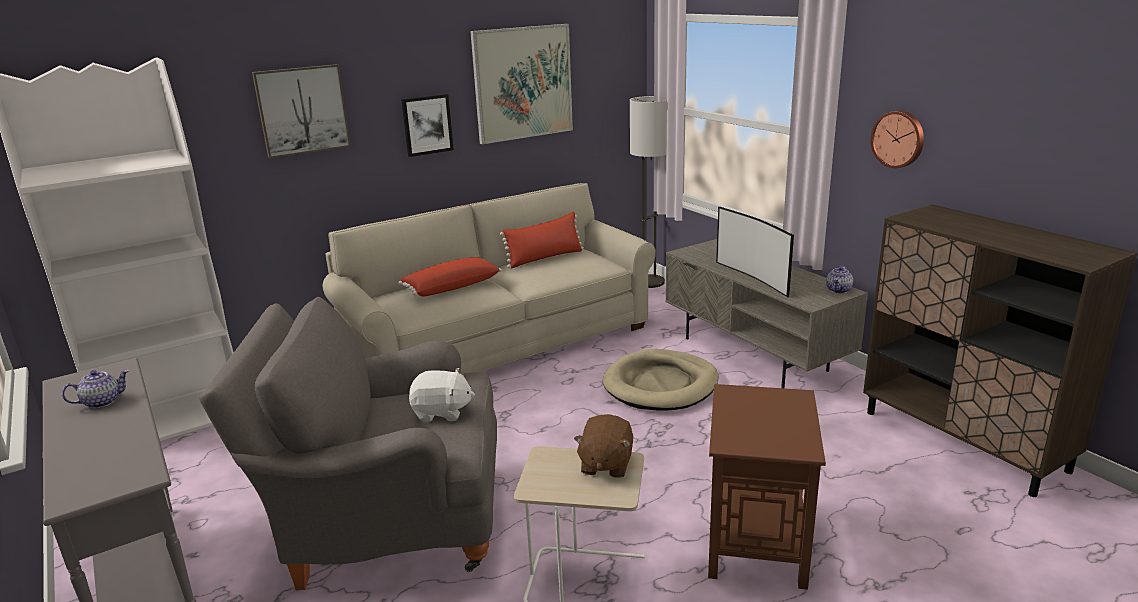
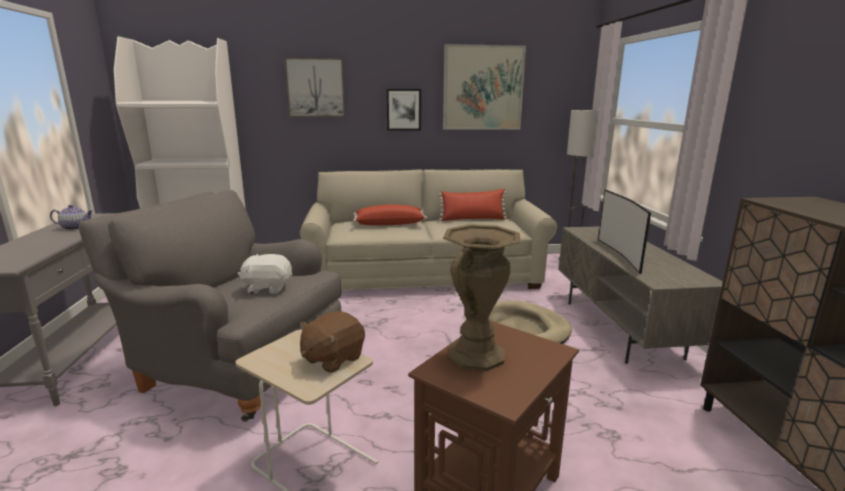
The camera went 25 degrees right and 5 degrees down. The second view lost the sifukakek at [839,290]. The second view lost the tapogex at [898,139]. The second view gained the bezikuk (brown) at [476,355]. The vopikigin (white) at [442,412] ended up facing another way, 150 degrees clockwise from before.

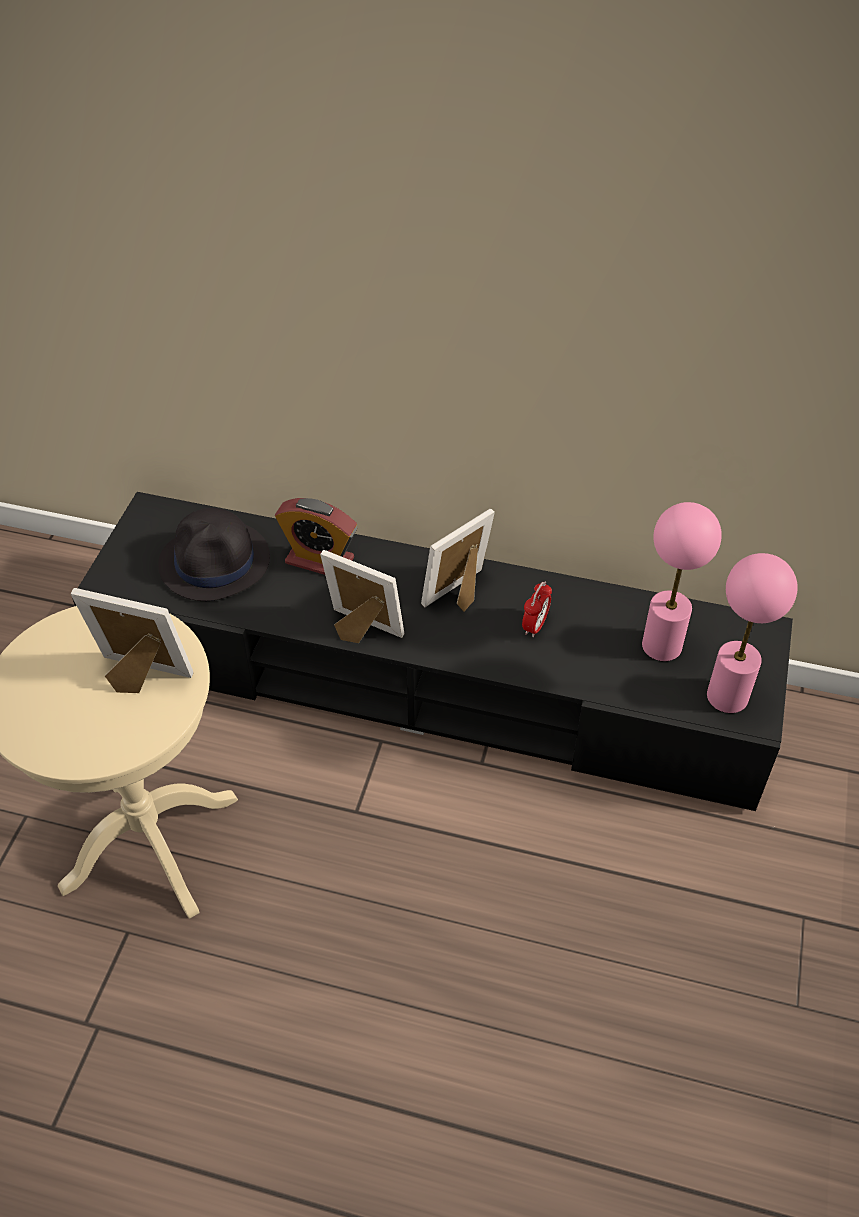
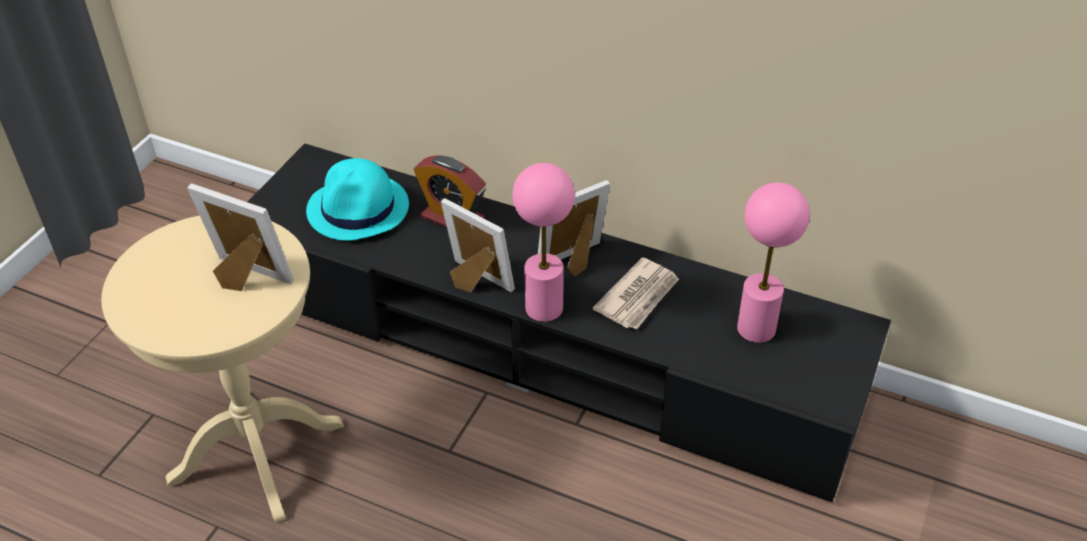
The camera went 10 degrees right and 5 degrees down. The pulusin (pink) ended up elsewhere, having gone from [727,696] to [544,308]. Where the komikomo stood at [535,626], the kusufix came to stand at [638,297]. What was the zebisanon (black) at [215,562] turned into the zebisanon (turquoise) at [358,209].

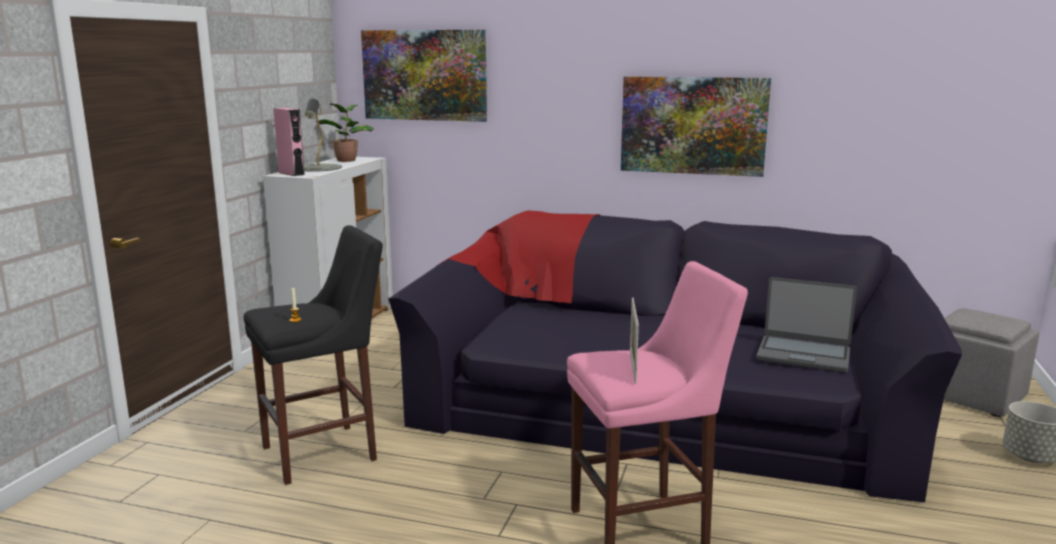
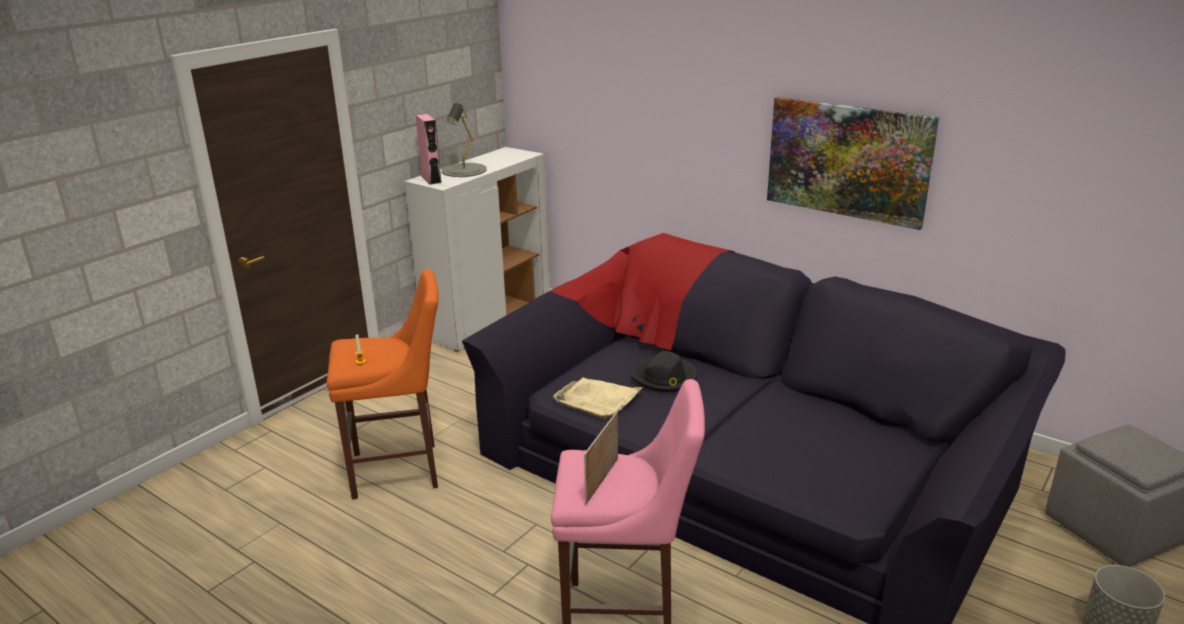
The camera went 20 degrees right and 10 degrees up. The second view lost the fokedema at [347,160]. The second view lost the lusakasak at [424,75]. The second view lost the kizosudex at [803,355]. The second view gained the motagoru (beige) at [597,399]. The second view gained the zebisanon (black) at [664,377]. What was the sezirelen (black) at [325,452] turned into the sezirelen (orange) at [401,470].

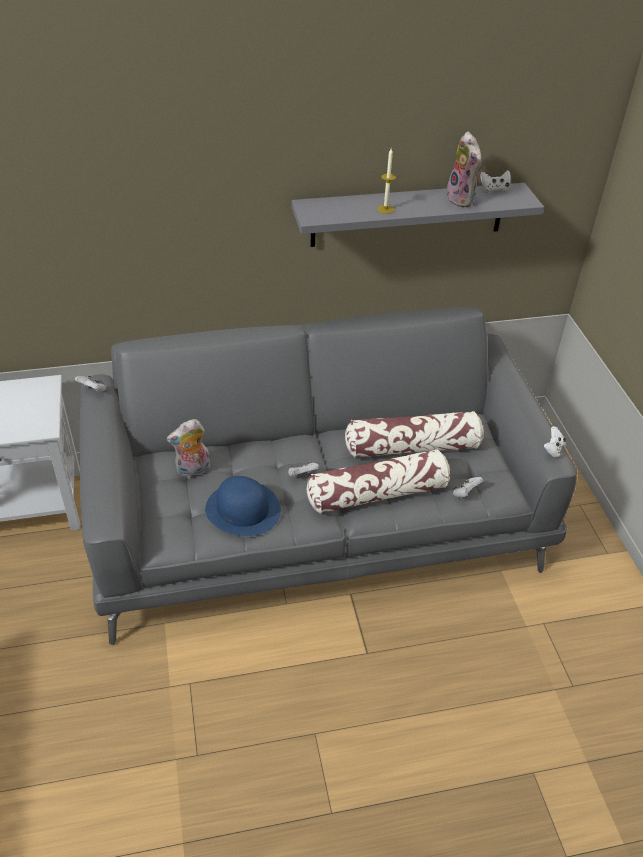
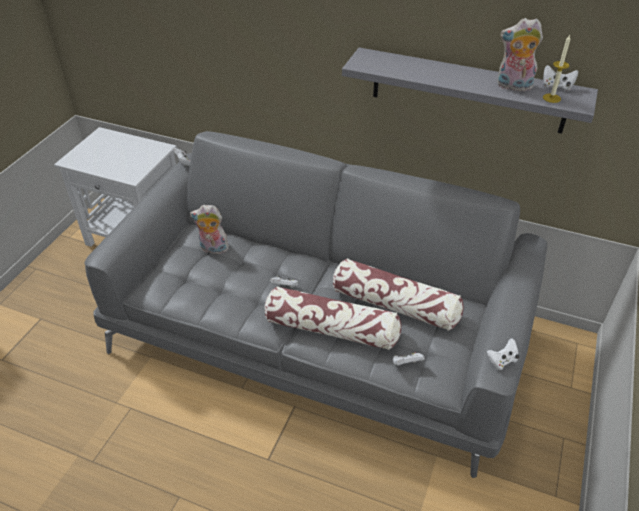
The camera went 35 degrees right and 0 degrees up. The second view lost the zebisanon (blue) at [243,509]. The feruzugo ended up elsewhere, having gone from [385,209] to [551,98]. The vopikigin at [462,200] ended up facing another way, 90 degrees clockwise from before.

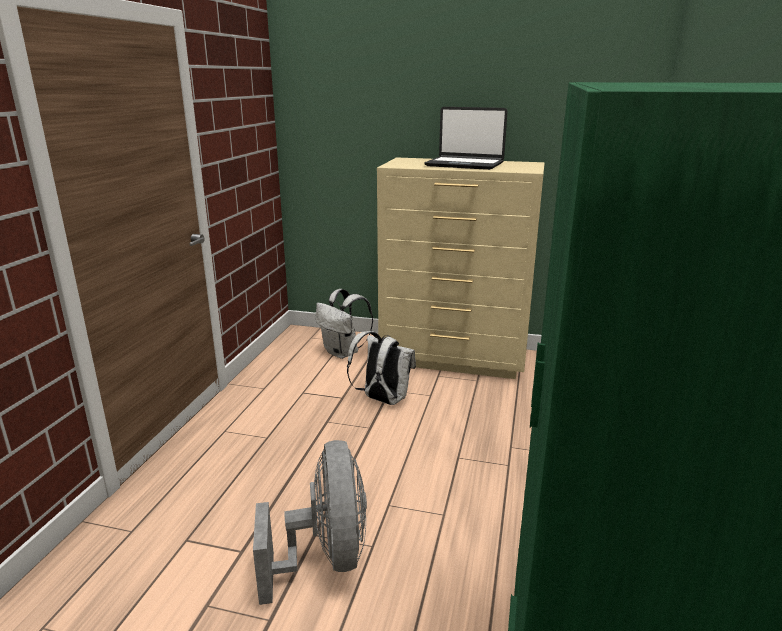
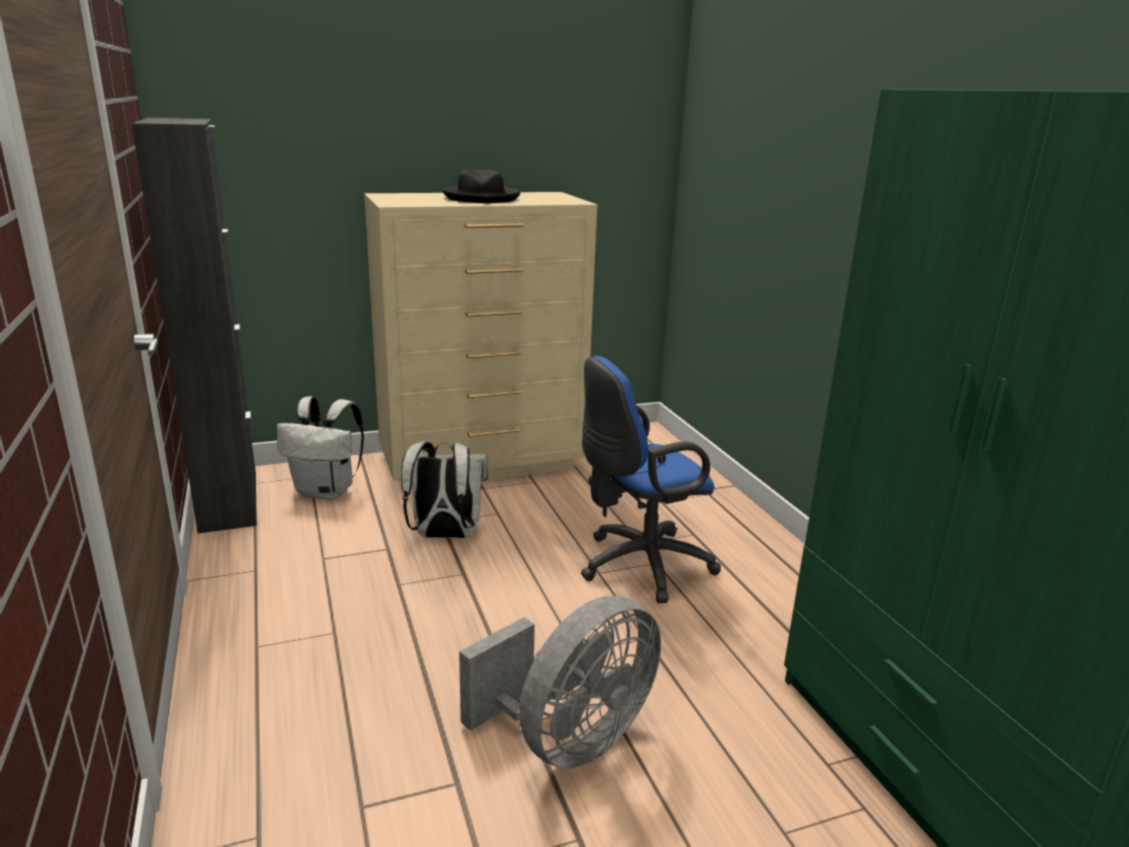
The camera went 35 degrees left and 0 degrees up. The second view gained the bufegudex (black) at [229,502]. The second view gained the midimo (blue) at [638,566]. Where the kizosudex stood at [464,164], the zebisanon (black) came to stand at [482,198]. The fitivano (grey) at [325,558] ended up facing another way, 90 degrees clockwise from before.

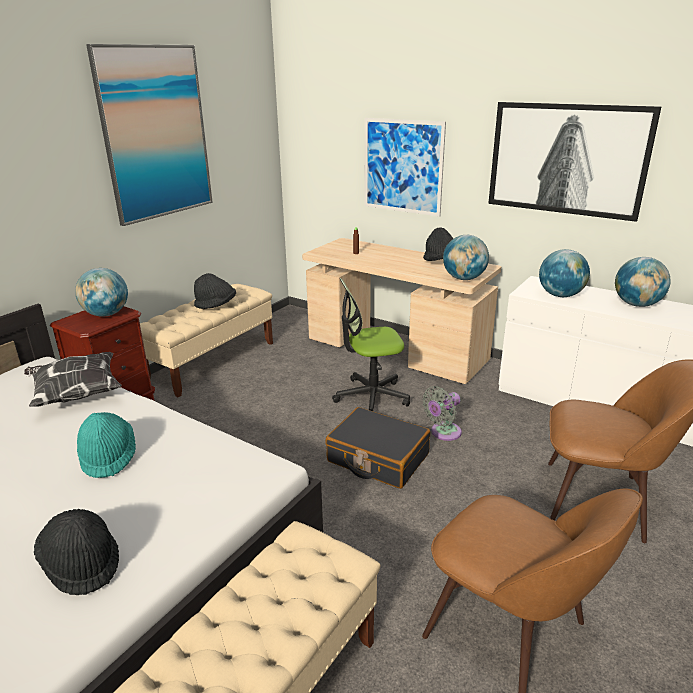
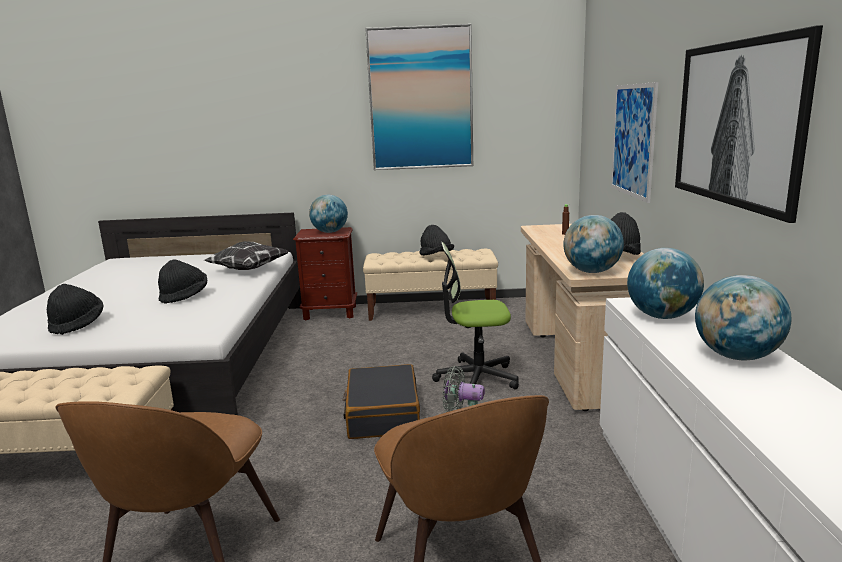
The camera went 55 degrees right and 10 degrees down. What was the zebisanon (turquoise) at [108,457] turned into the zebisanon (black) at [184,296]. The midimo at [371,397] ended up facing another way, 45 degrees counterclockwise from before.

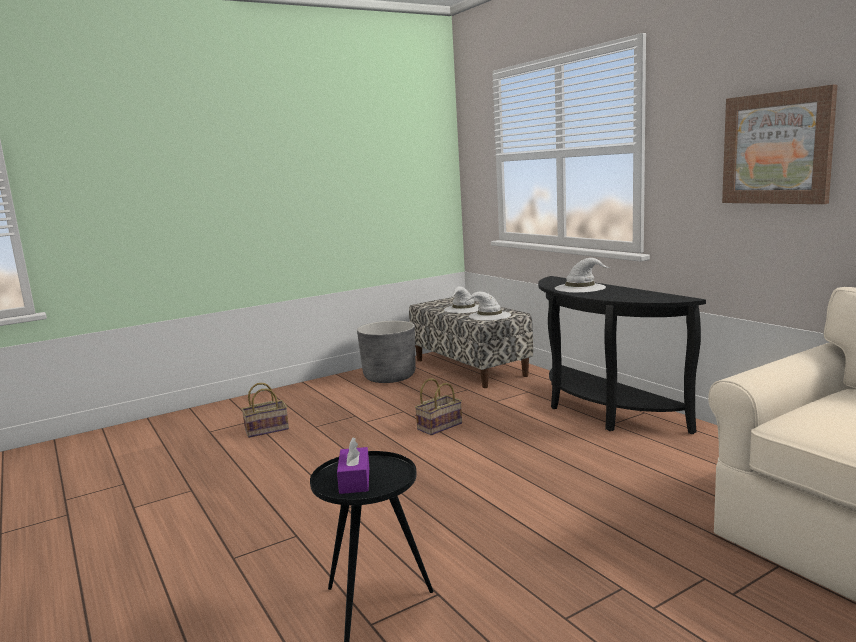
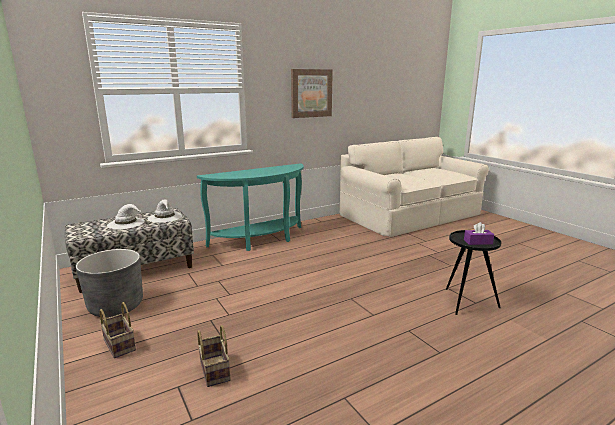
The camera went 90 degrees left and 5 degrees up. The second view lost the zebisanon (white) at [580,287]. The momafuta ended up elsewhere, having gone from [440,426] to [118,345]. What was the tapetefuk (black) at [600,411] turned into the tapetefuk (turquoise) at [261,240].

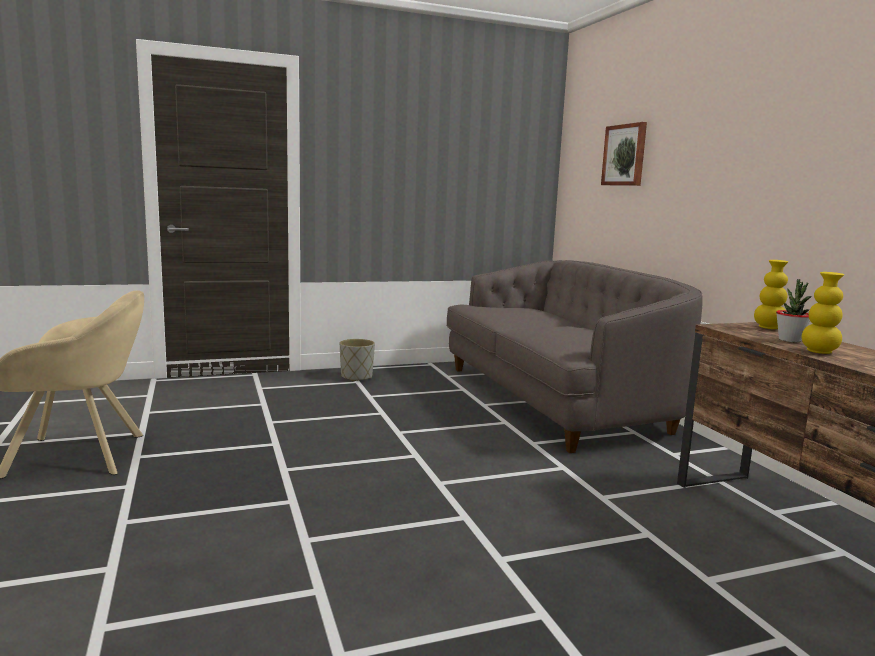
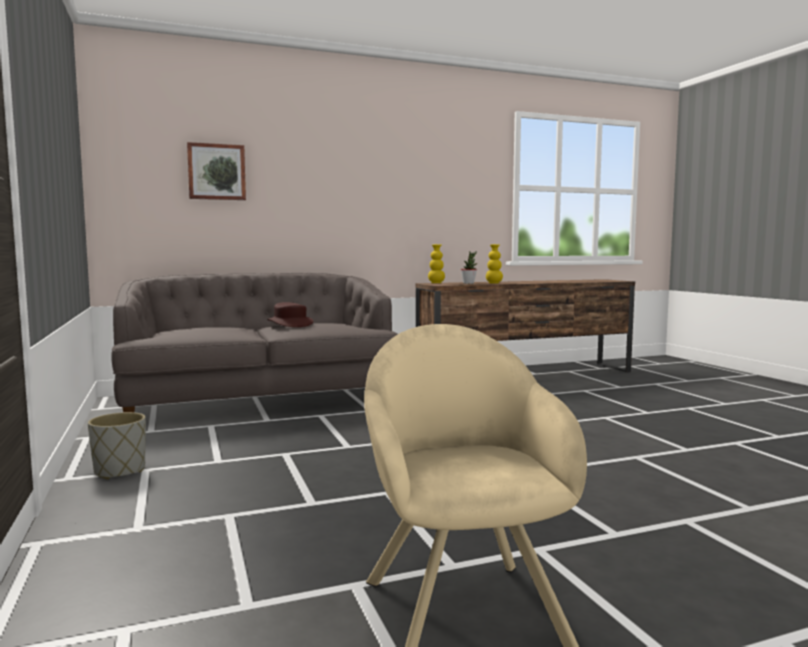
The camera went 90 degrees left and 5 degrees down. The second view gained the zebisanon (brown) at [290,324].

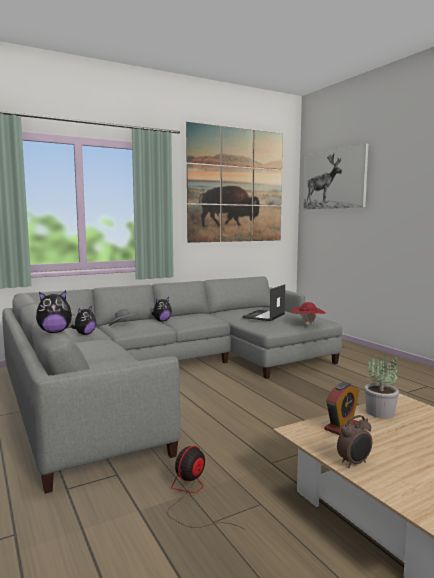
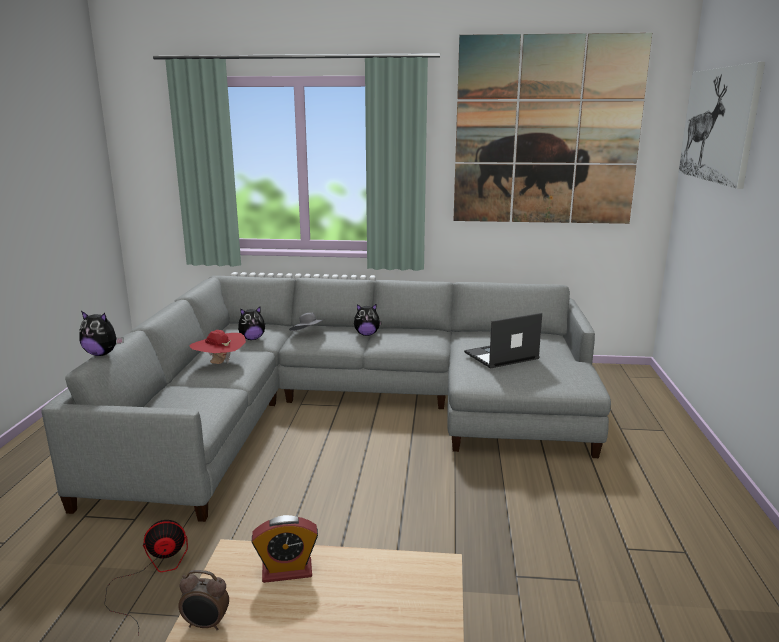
The camera went 35 degrees right and 10 degrees up. The second view lost the fokedema at [380,412]. The zebisanon (red) ended up elsewhere, having gone from [307,325] to [219,363].

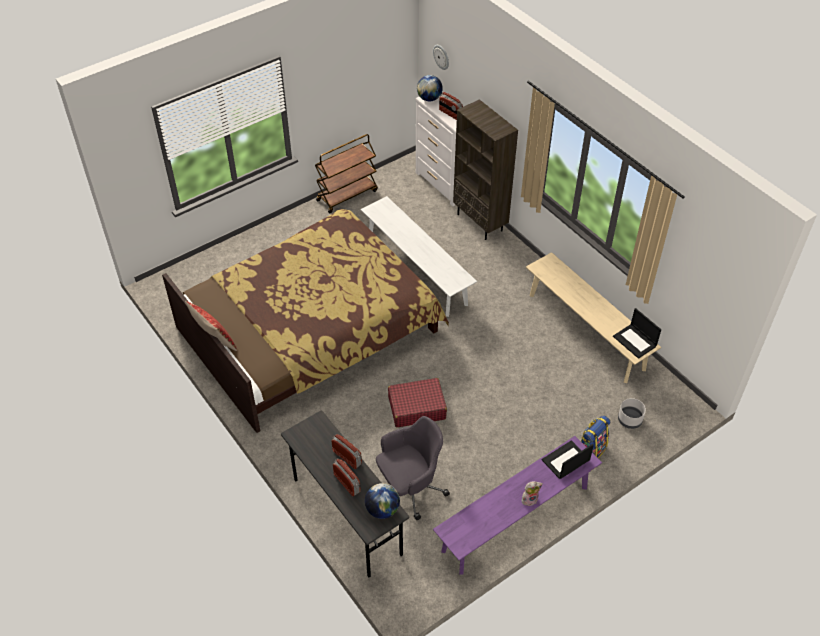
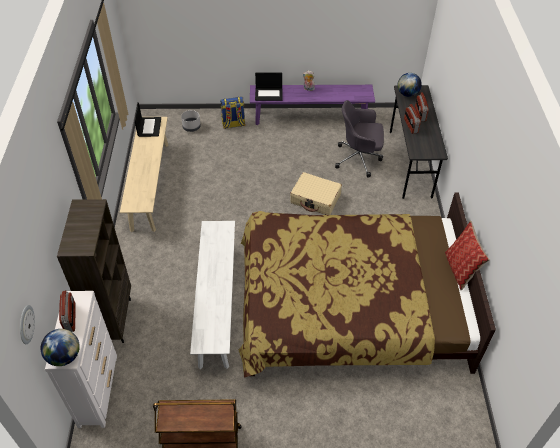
The camera went 145 degrees left and 0 degrees up. What was the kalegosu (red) at [416,408] turned into the kalegosu (beige) at [315,199].

